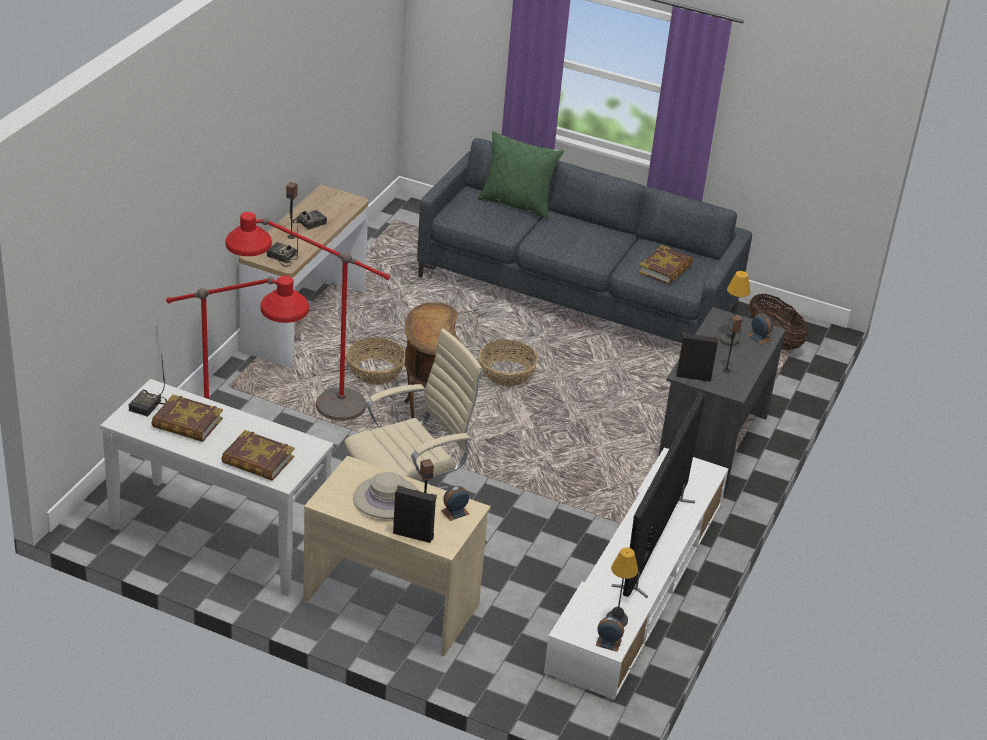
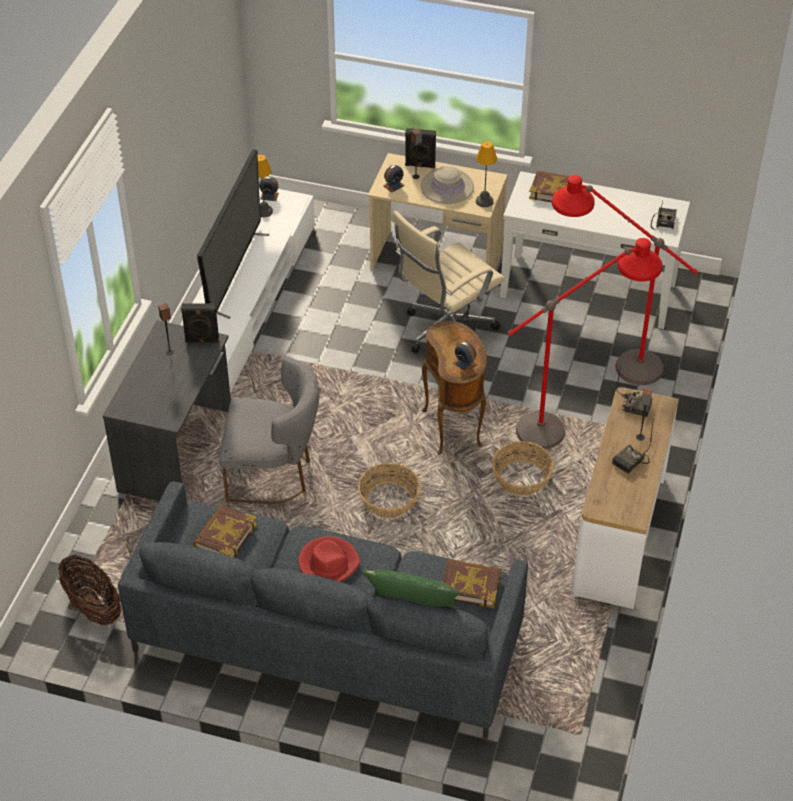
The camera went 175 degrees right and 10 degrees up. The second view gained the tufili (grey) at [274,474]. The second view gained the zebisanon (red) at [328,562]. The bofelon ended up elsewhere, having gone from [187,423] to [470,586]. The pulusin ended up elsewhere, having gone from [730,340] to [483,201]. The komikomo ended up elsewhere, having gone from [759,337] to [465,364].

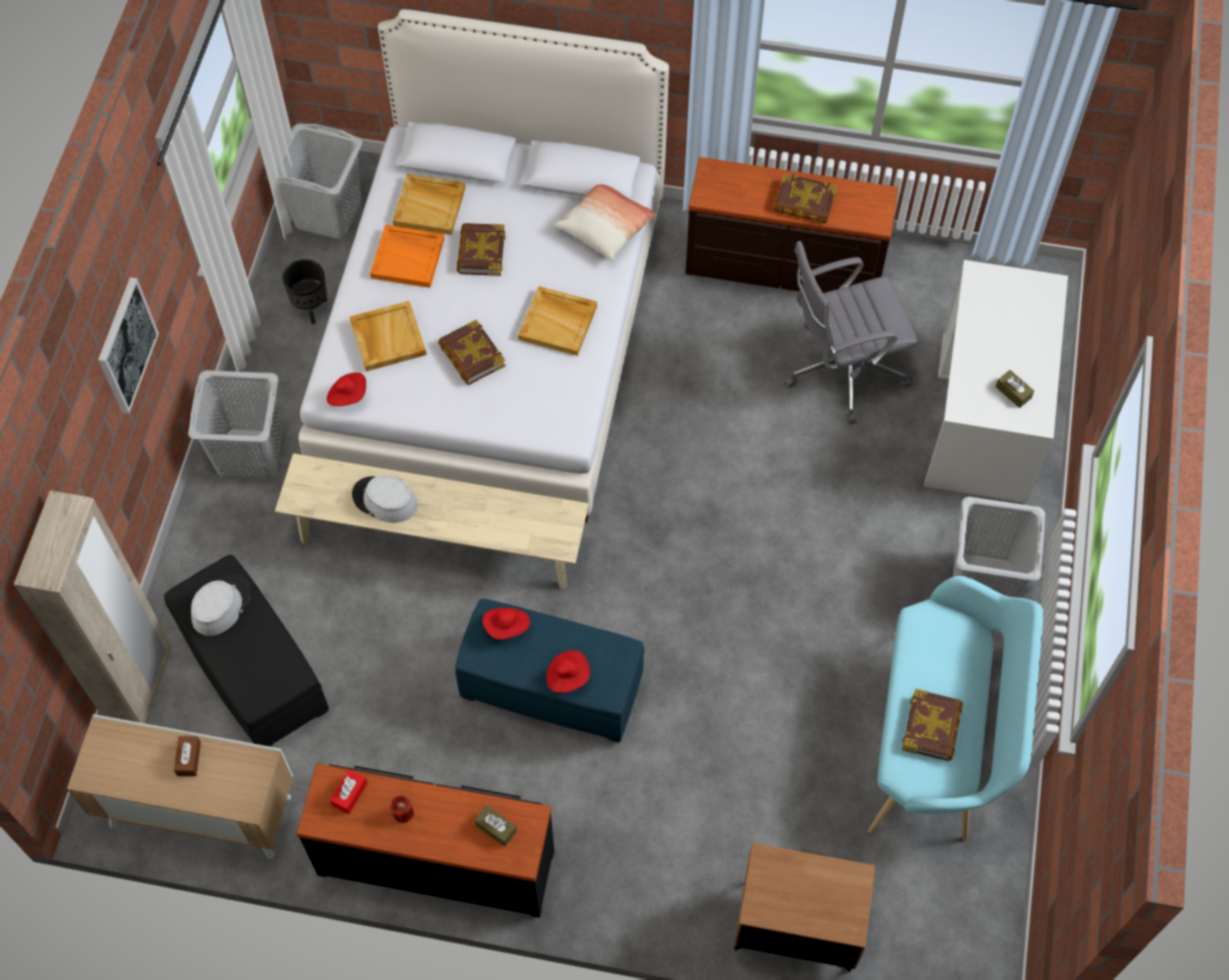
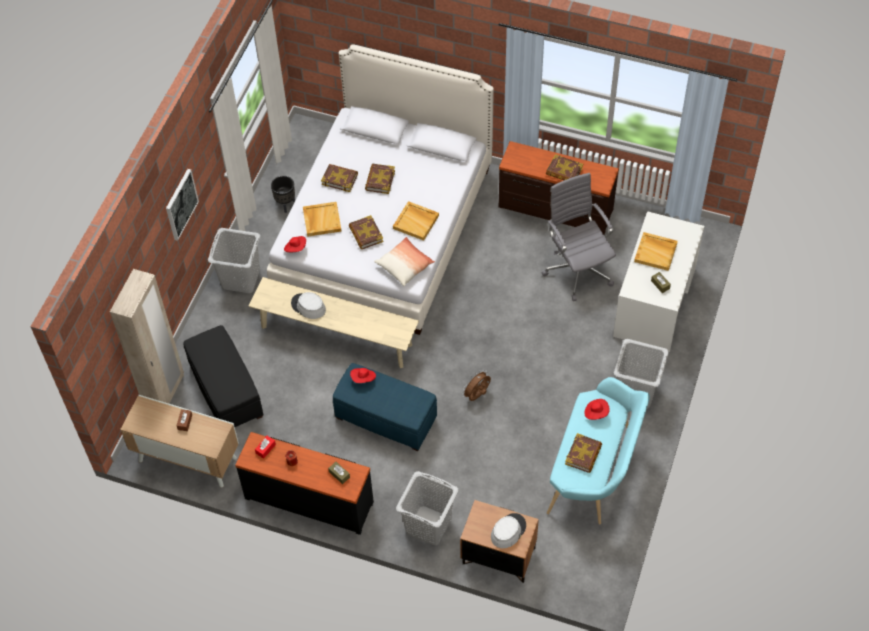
The camera went 10 degrees right and 5 degrees down. The second view gained the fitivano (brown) at [477,395]. The zebisanon (grey) ended up elsewhere, having gone from [221,605] to [508,531]. The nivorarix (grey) ended up elsewhere, having gone from [328,214] to [428,525]. The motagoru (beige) ended up elsewhere, having gone from [430,206] to [656,252]. The zebisanon (red) ended up elsewhere, having gone from [567,676] to [596,412]. The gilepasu ended up elsewhere, having gone from [605,227] to [405,266]. Where the motagoru (orange) stood at [408,258], the bofelon came to stand at [340,179]. The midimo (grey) at [841,369] ended up facing another way, 75 degrees clockwise from before.

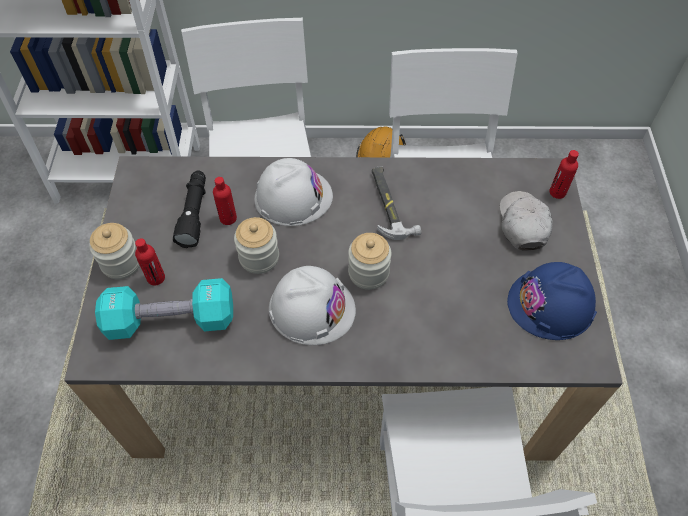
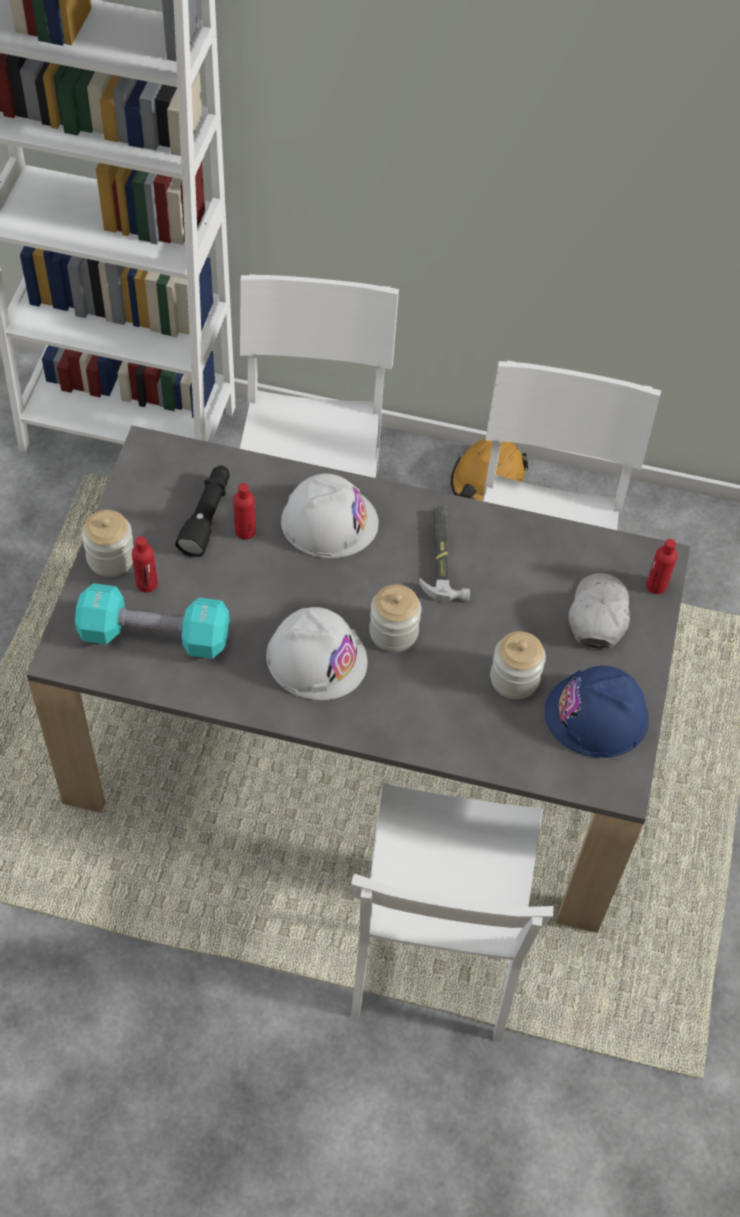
The camera went 10 degrees right and 0 degrees up. The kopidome ended up elsewhere, having gone from [259,257] to [514,678].

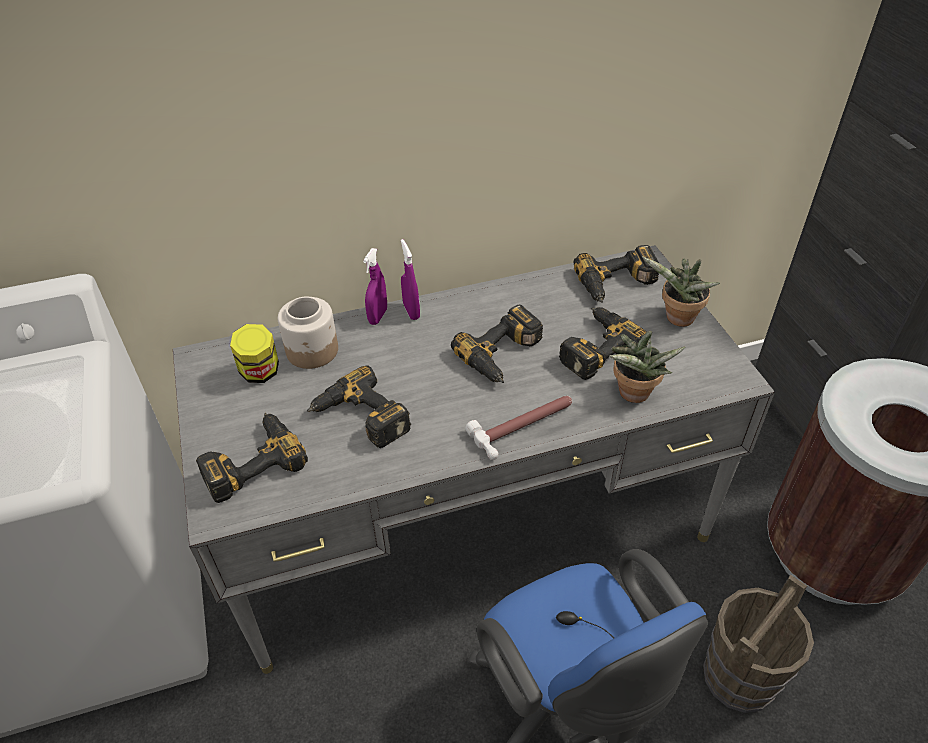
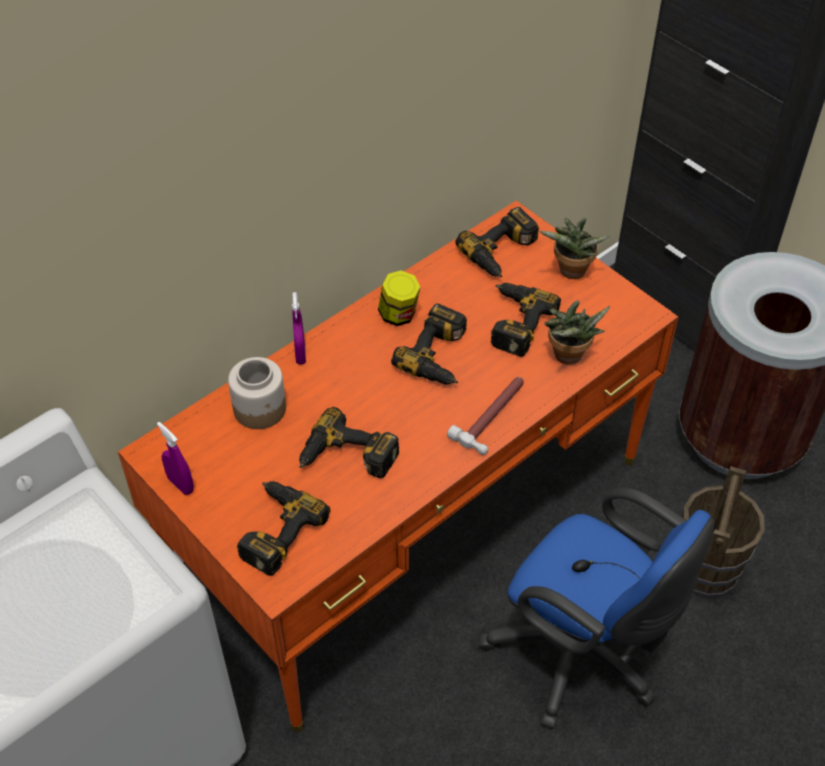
The camera went 25 degrees left and 5 degrees up. The kopidome ended up elsewhere, having gone from [260,373] to [399,315]. The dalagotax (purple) ended up elsewhere, having gone from [411,311] to [180,484]. What was the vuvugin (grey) at [467,520] turned into the vuvugin (orange) at [411,523].

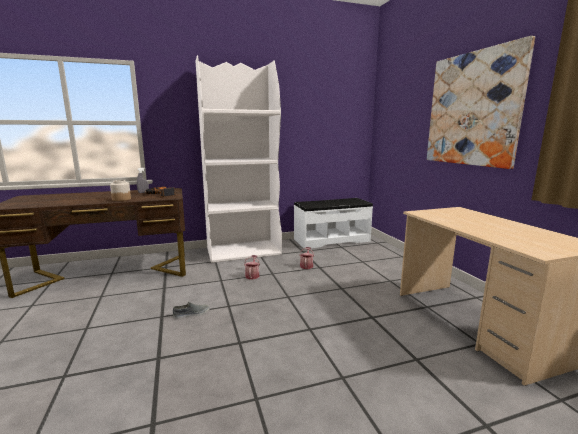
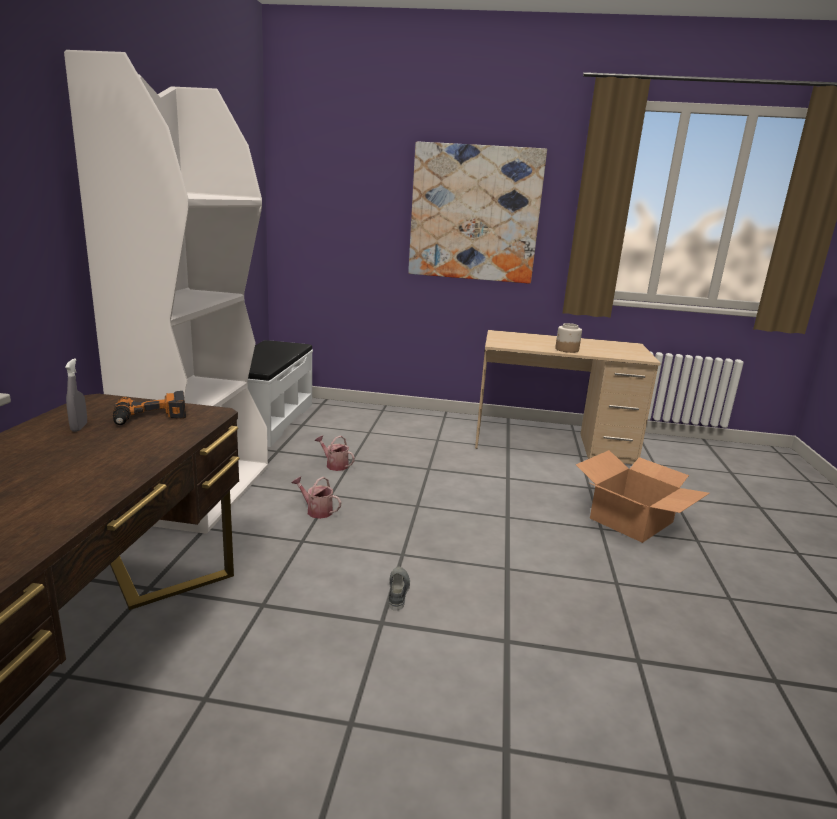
The camera went 65 degrees left and 5 degrees up. The second view gained the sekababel at [632,520]. The kopidome ended up elsewhere, having gone from [121,199] to [566,350].

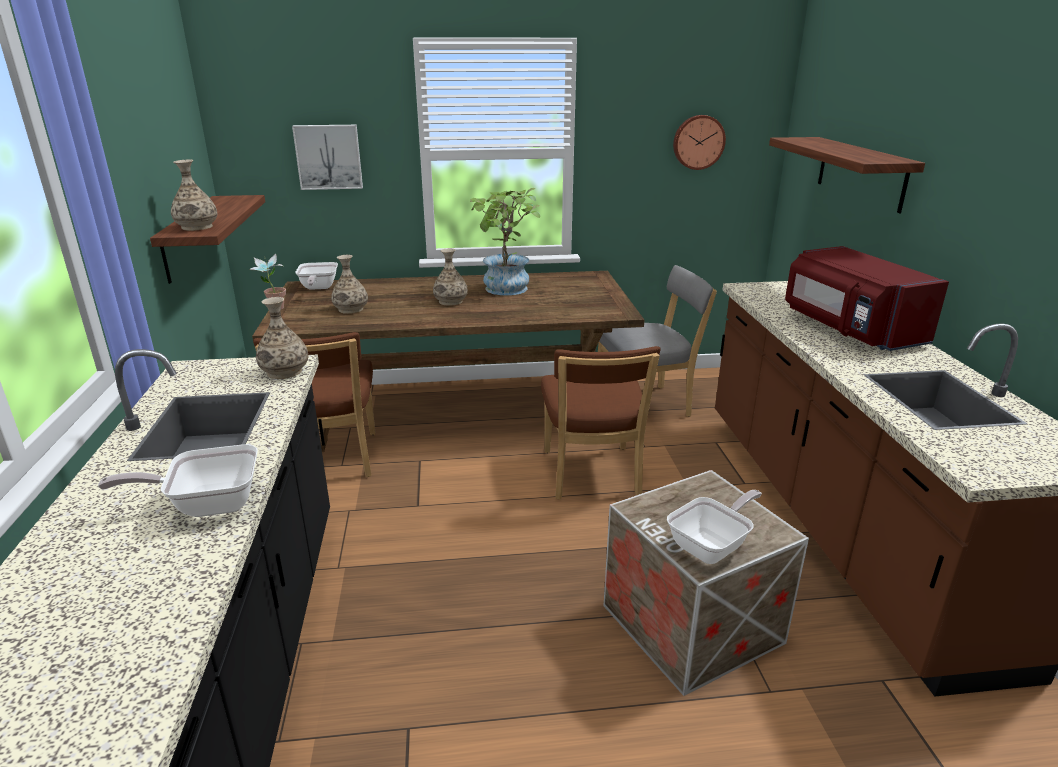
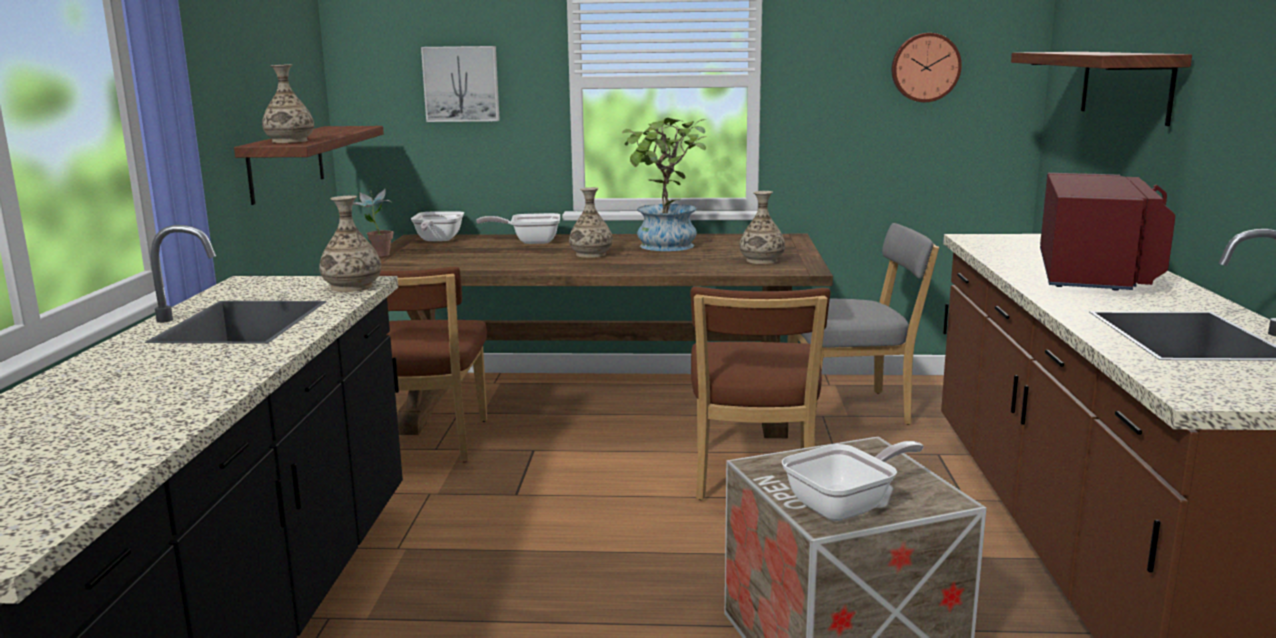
The camera went 10 degrees right and 10 degrees down. The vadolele ended up elsewhere, having gone from [207,504] to [530,242]. The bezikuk ended up elsewhere, having gone from [350,309] to [761,260]. The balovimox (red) at [849,329] ended up facing another way, 150 degrees counterclockwise from before.

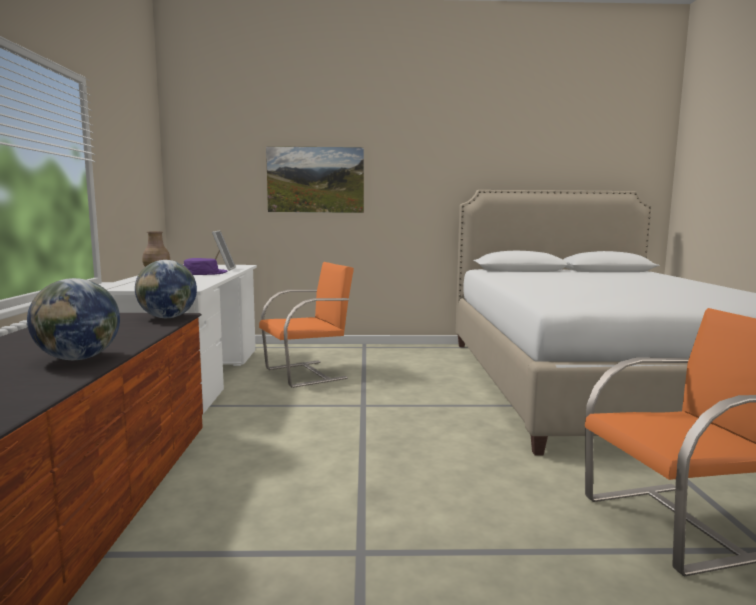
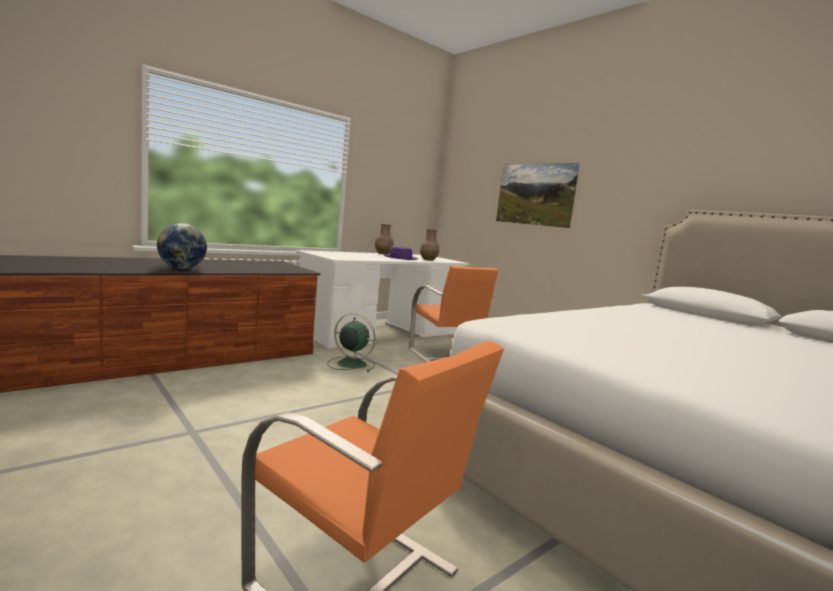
The camera went 50 degrees right and 0 degrees up. The second view lost the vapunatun at [168,317]. The second view gained the fitivano (green) at [350,364]. Where the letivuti stood at [223,269], the bezikuk (brown) came to stand at [428,259]. The tufili (orange) at [307,373] ended up facing another way, 45 degrees clockwise from before.

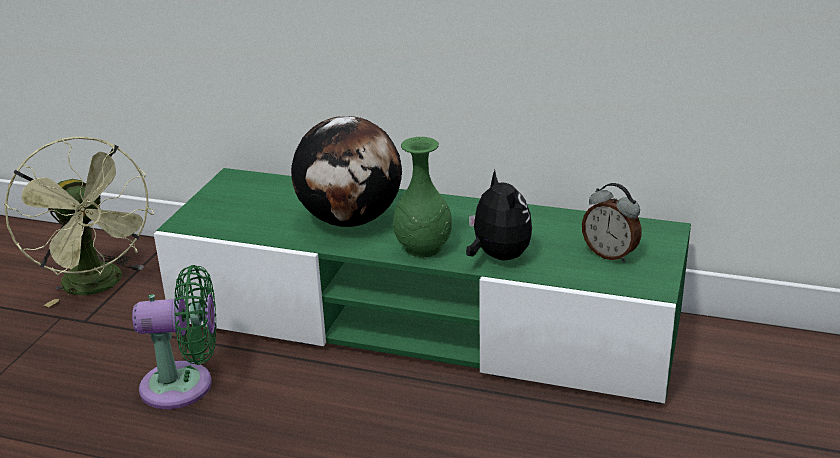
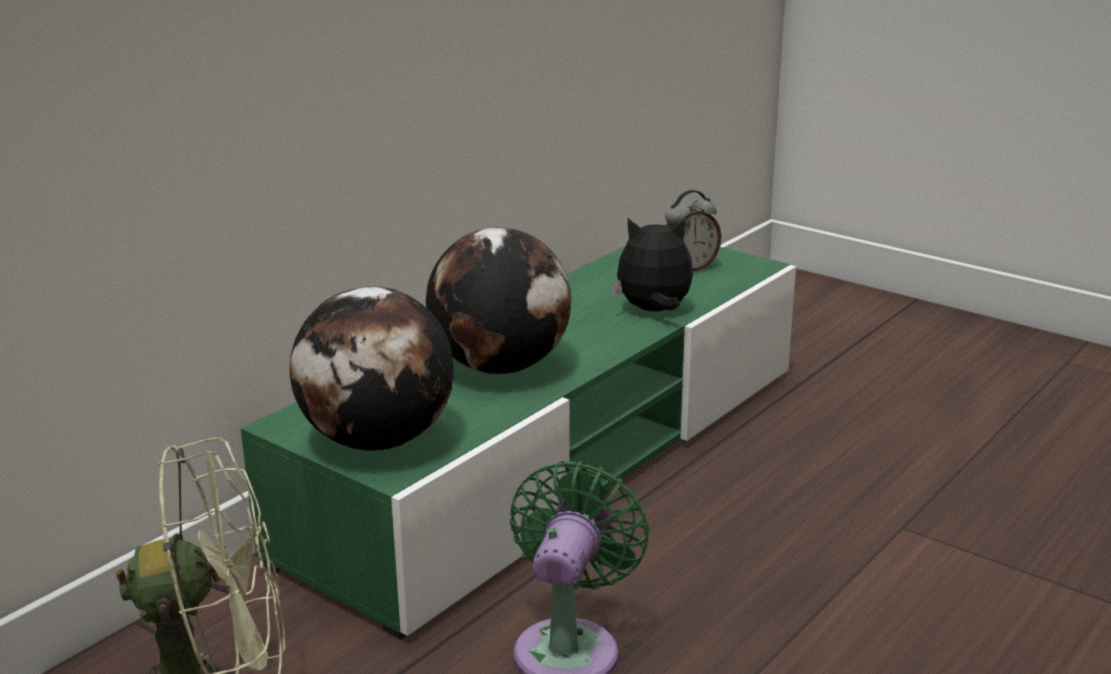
The camera went 70 degrees left and 5 degrees down. The second view lost the bezikuk (green) at [422,248]. The second view gained the vapunatun at [378,441].

